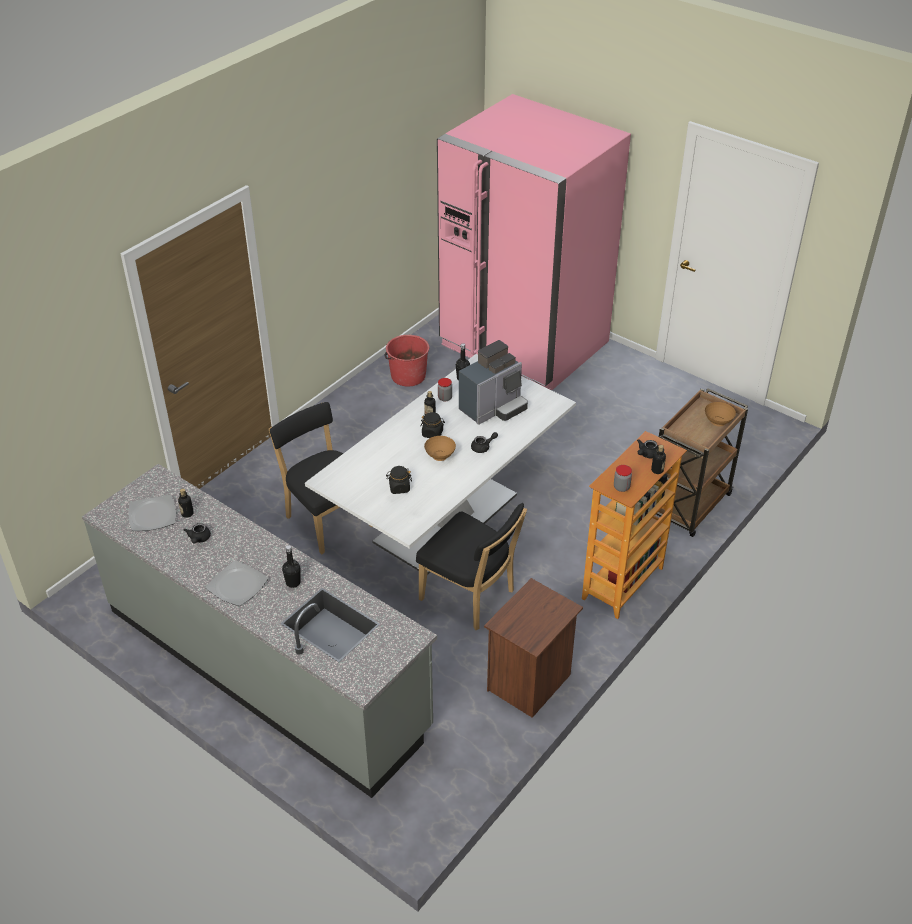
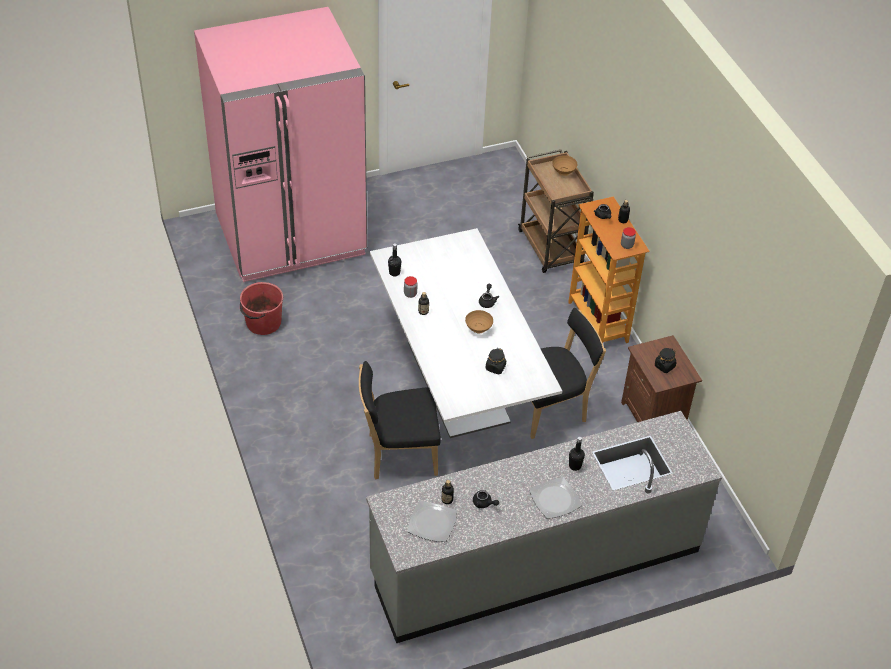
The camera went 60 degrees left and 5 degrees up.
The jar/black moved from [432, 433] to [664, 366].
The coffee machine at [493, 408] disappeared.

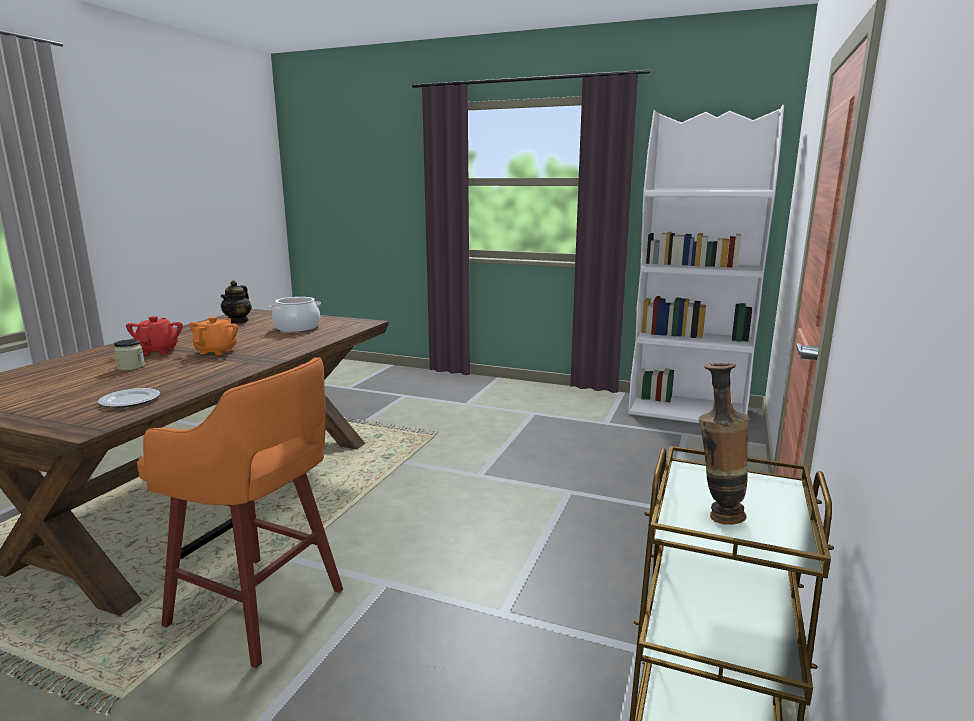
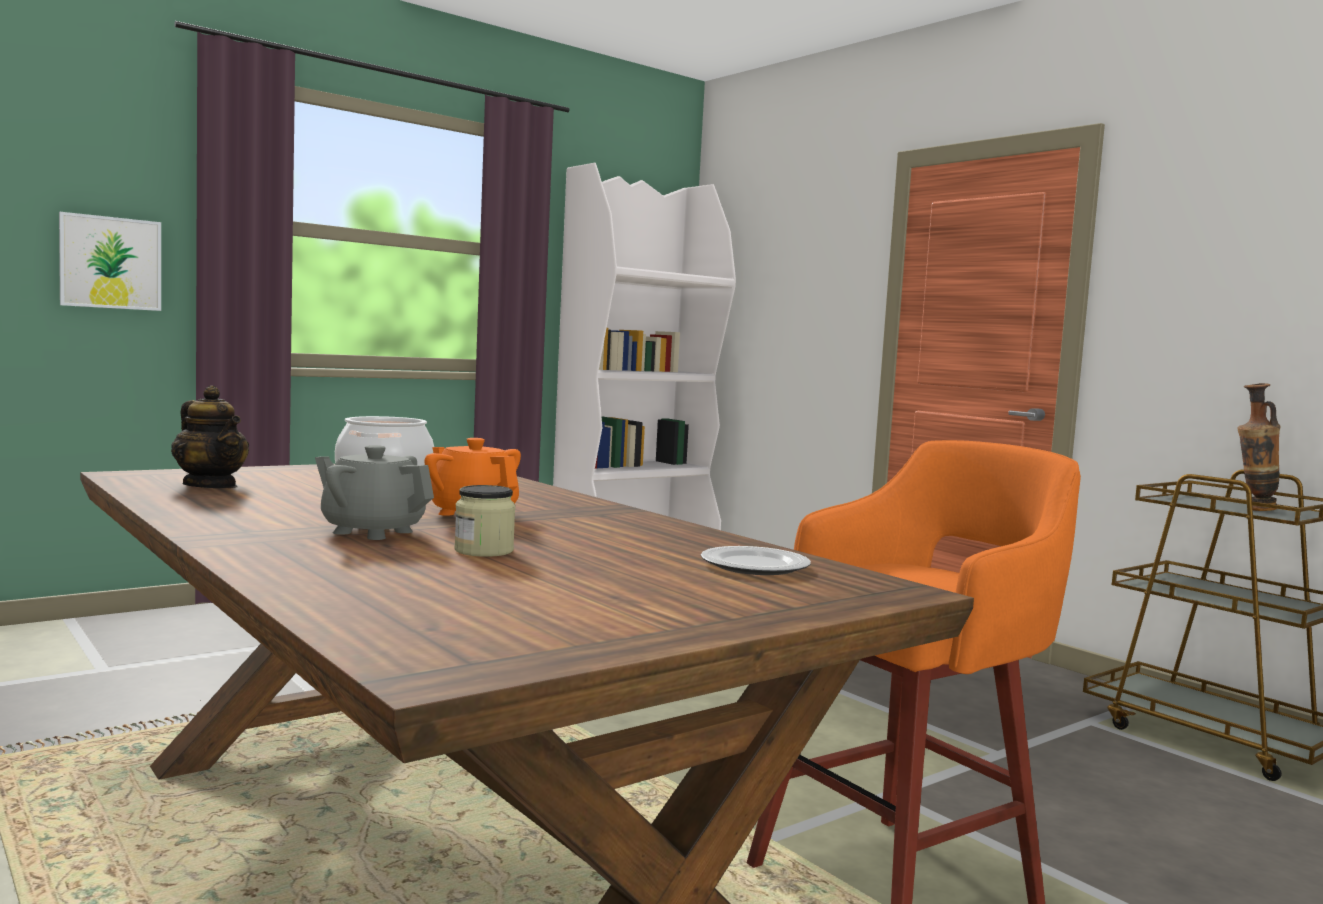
The camera went 60 degrees left and 10 degrees down.
The teapot/red at [158, 351] became the teapot/grey at [372, 532].
The picture at [111, 263] appeared.

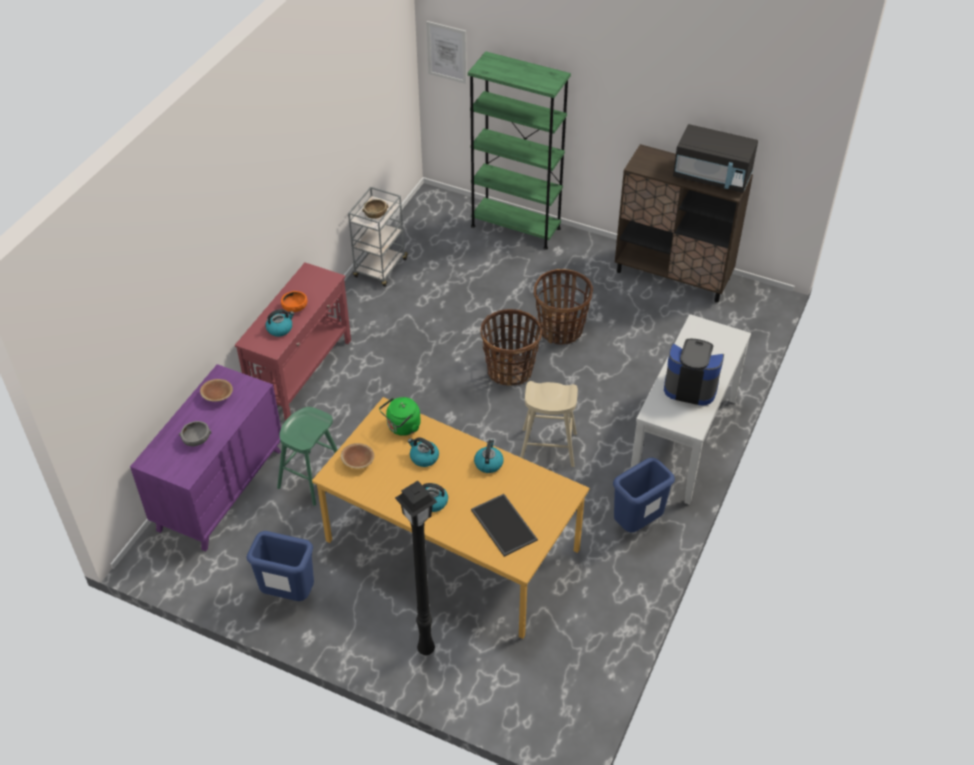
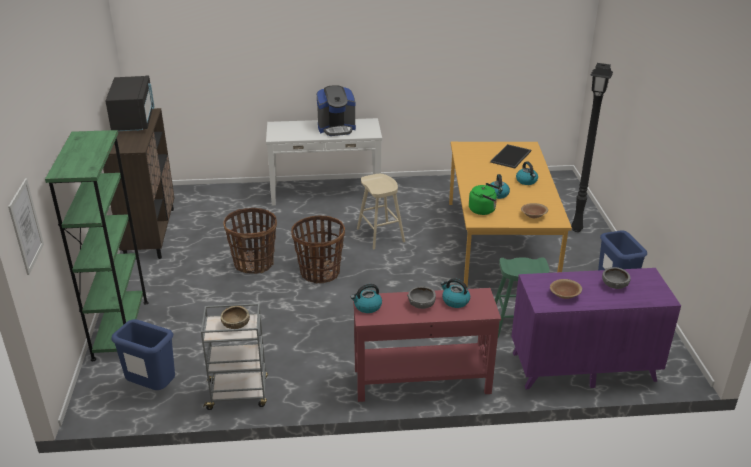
The camera went 120 degrees left and 15 degrees down.
The bowl/orange at [295, 307] became the bowl/grey at [421, 304].
The kettle moved from [488, 463] to [367, 306].
The trash can/blue moved from [637, 523] to [151, 388].
The coffee machine at [690, 386] turned 90 degrees counterclockwise.

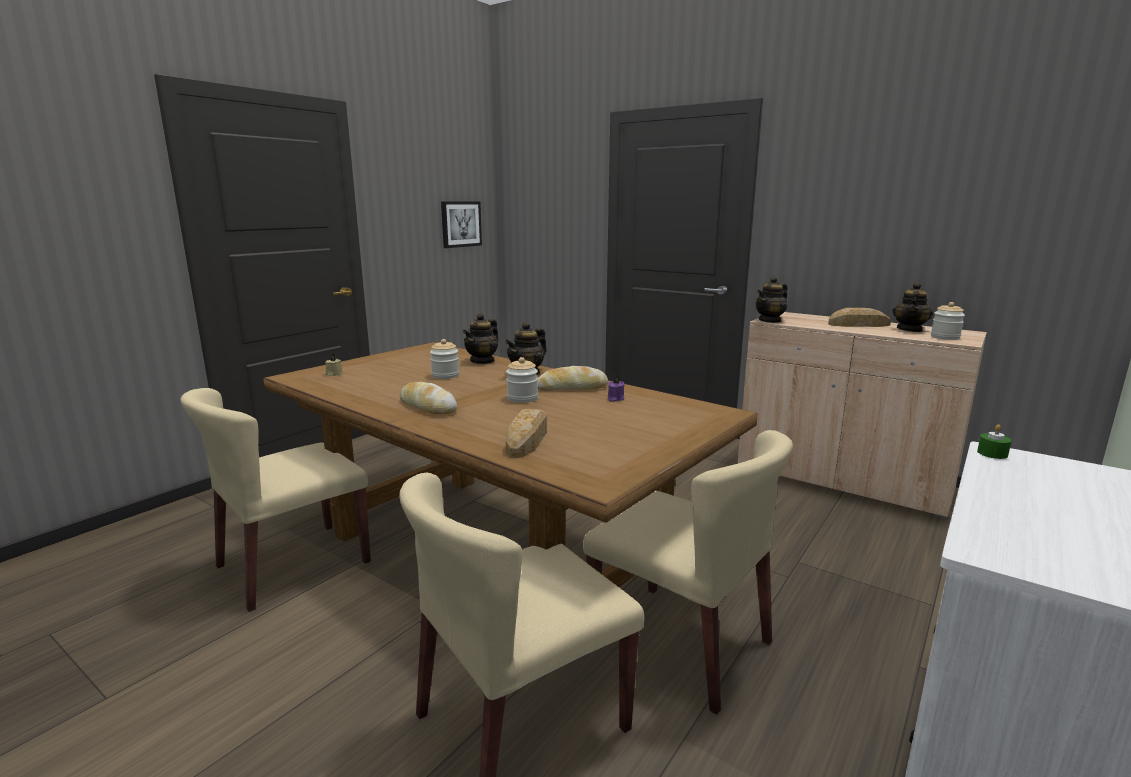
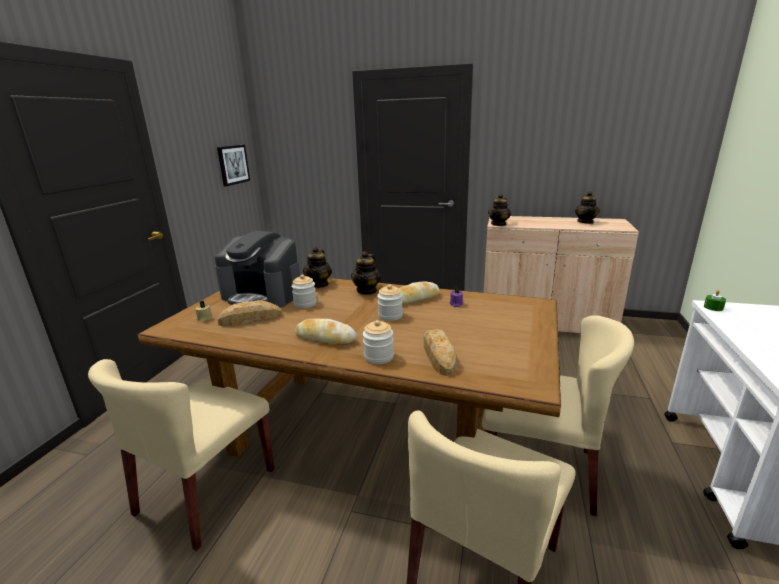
The camera went 20 degrees left and 5 degrees up.
The bread moved from [858, 325] to [250, 319].
The jar moved from [945, 337] to [379, 357].
The coffee machine at [263, 295] appeared.

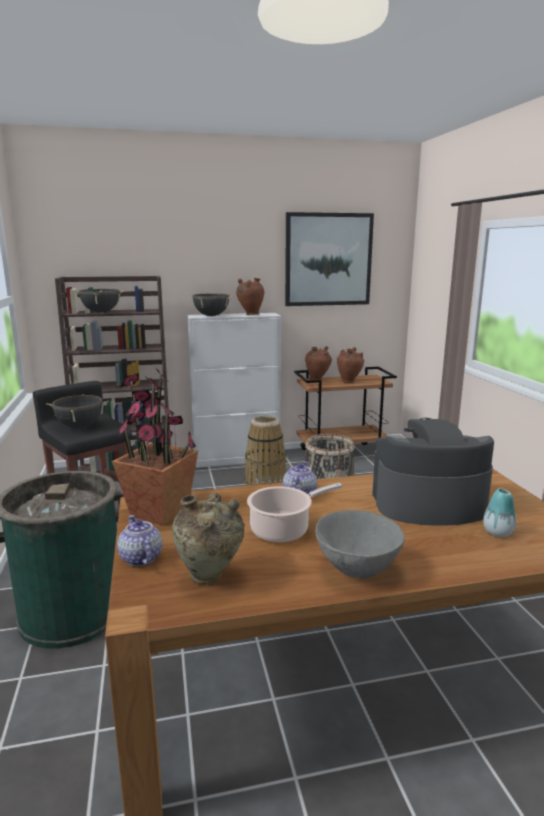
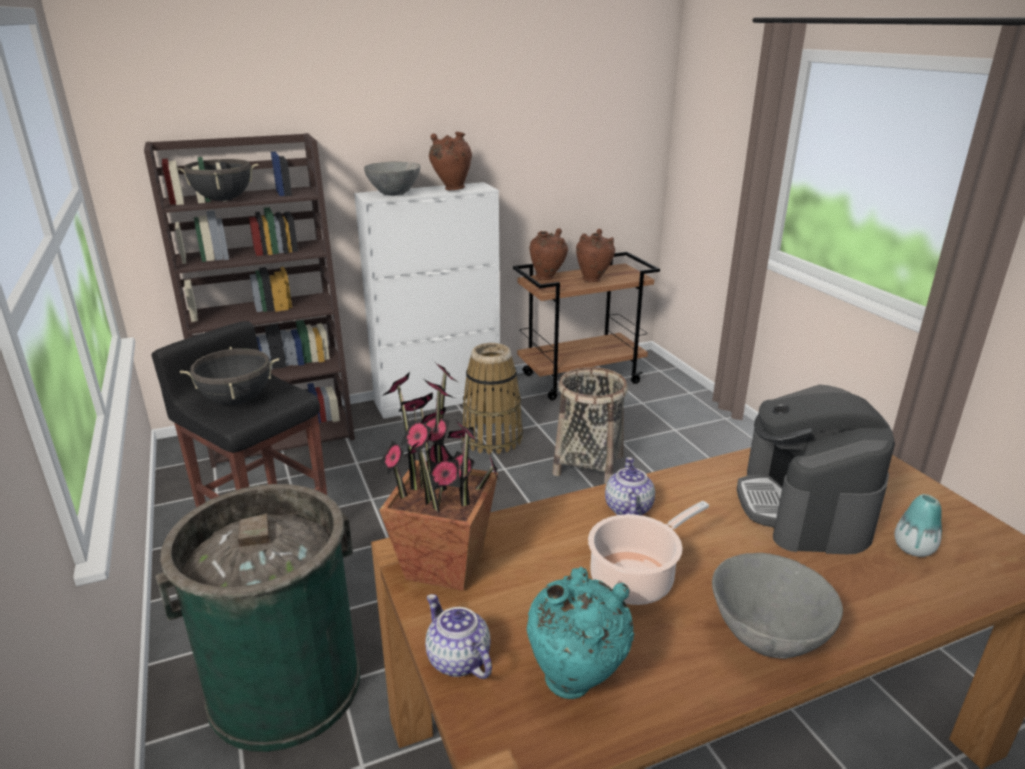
The camera went 10 degrees left and 10 degrees up.
The vase/beige at [210, 578] became the vase/turquoise at [576, 685].
The cooking pot/black at [211, 316] was replaced by the bowl/grey at [394, 194].
The picture at [328, 260] disappeared.
The coffee machine at [427, 504] turned 75 degrees counterclockwise.

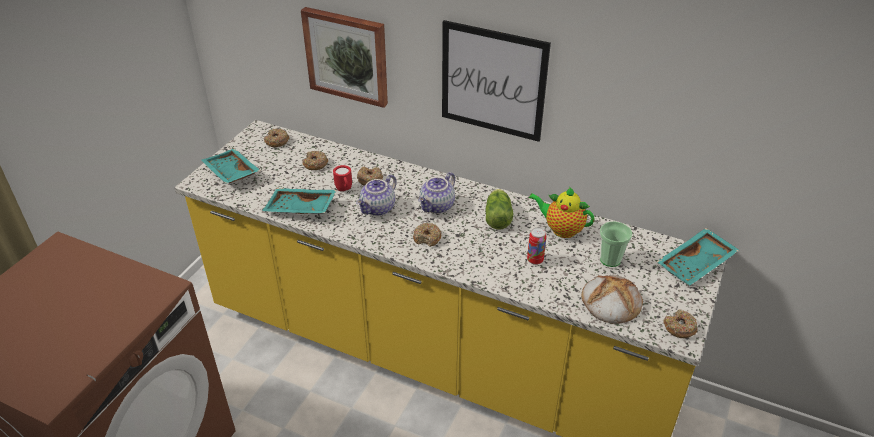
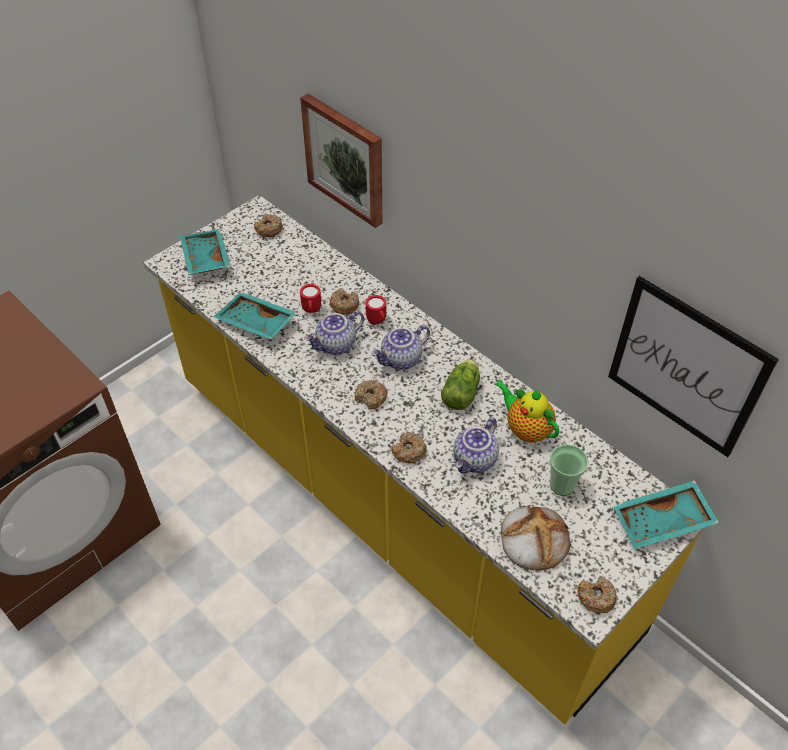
The camera went 20 degrees right and 10 degrees up.
The donut moved from [315, 164] to [408, 451].
The picture moved from [493, 81] to [686, 367].
The can at [535, 260] was replaced by the teapot at [475, 460].
The mug/red at [377, 322] appeared.

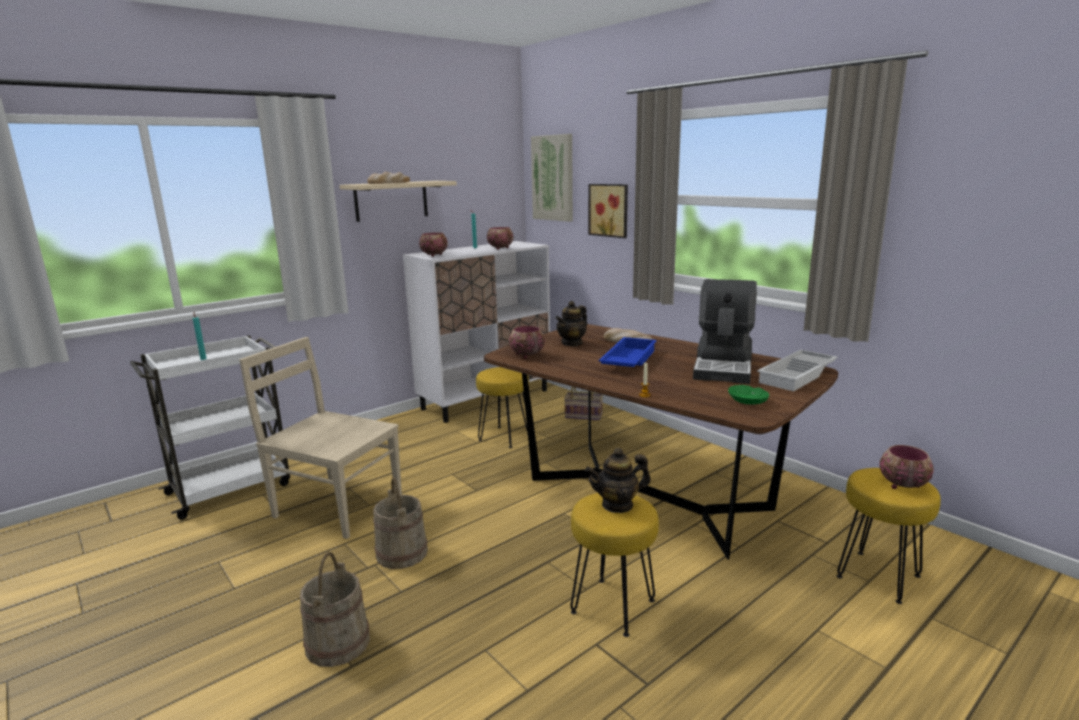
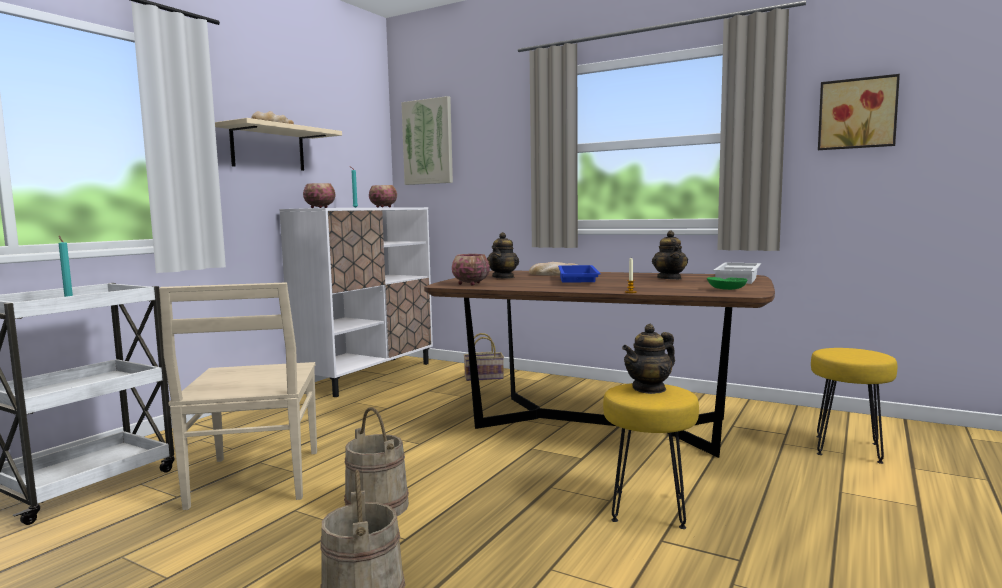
The camera went 20 degrees left and 10 degrees down.
The chair/beige at [336, 506] turned 105 degrees counterclockwise.
The stool/yellow at [504, 436] disappeared.
The picture moved from [610, 210] to [857, 114].
The coffee machine at [724, 367] was replaced by the teapot at [669, 278].
The bowl at [901, 484] disappeared.

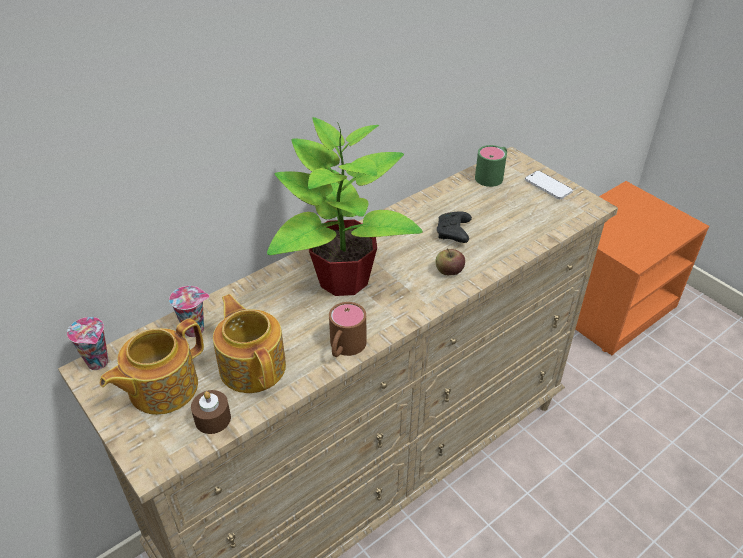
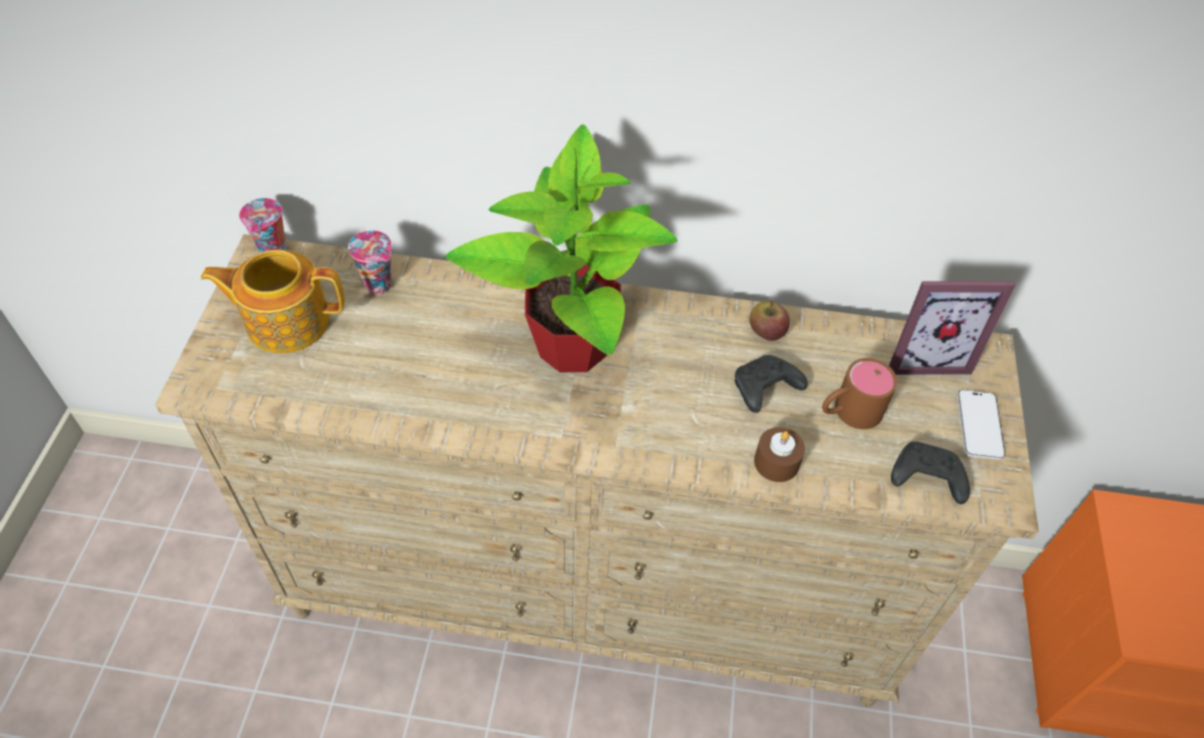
The camera went 45 degrees right and 10 degrees up.
The candle/brown moved from [212, 419] to [776, 462].
The teapot at [253, 366] disappeared.
The mug/brown moved from [344, 348] to [848, 412].
The apple moved from [449, 271] to [766, 332].
The mug/green at [492, 175] was replaced by the picture frame at [924, 355].
The game controller/black at [925, 478] appeared.

